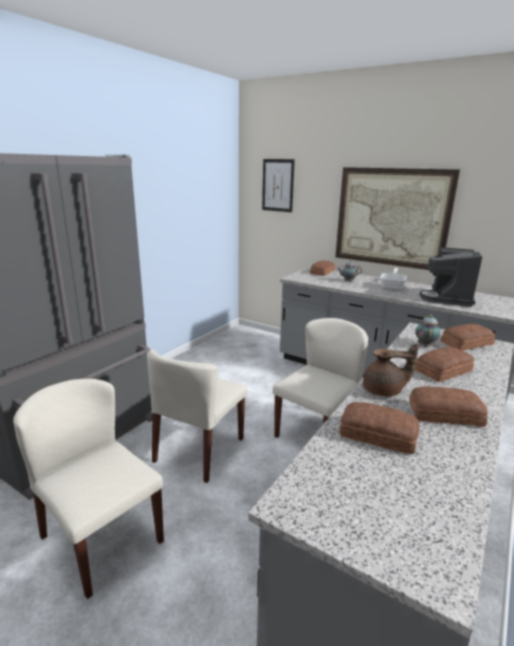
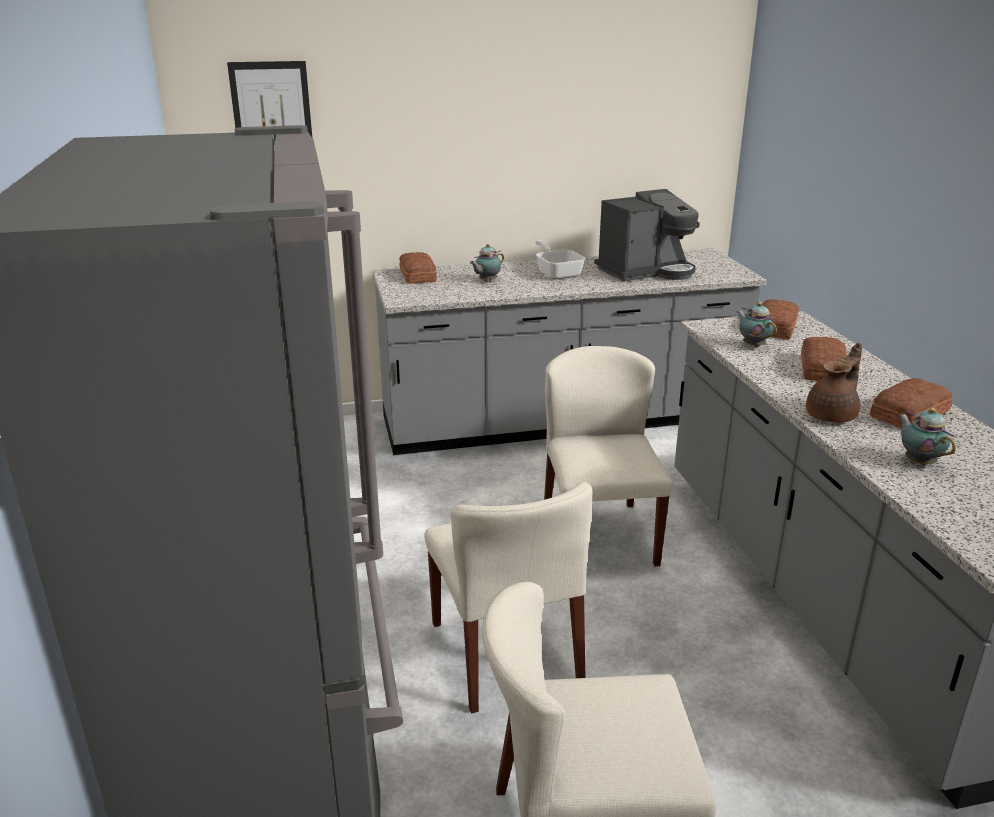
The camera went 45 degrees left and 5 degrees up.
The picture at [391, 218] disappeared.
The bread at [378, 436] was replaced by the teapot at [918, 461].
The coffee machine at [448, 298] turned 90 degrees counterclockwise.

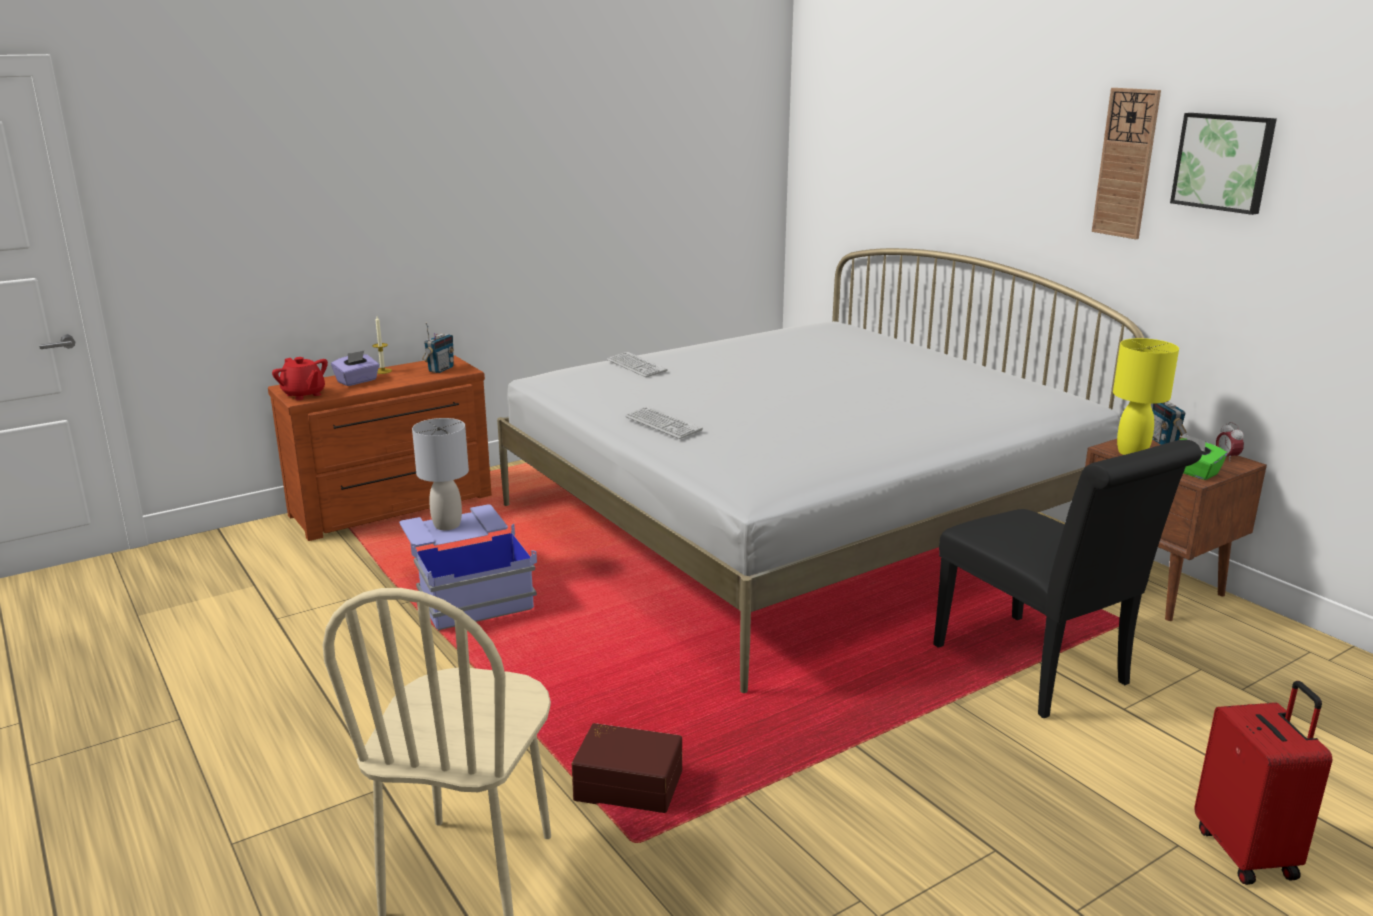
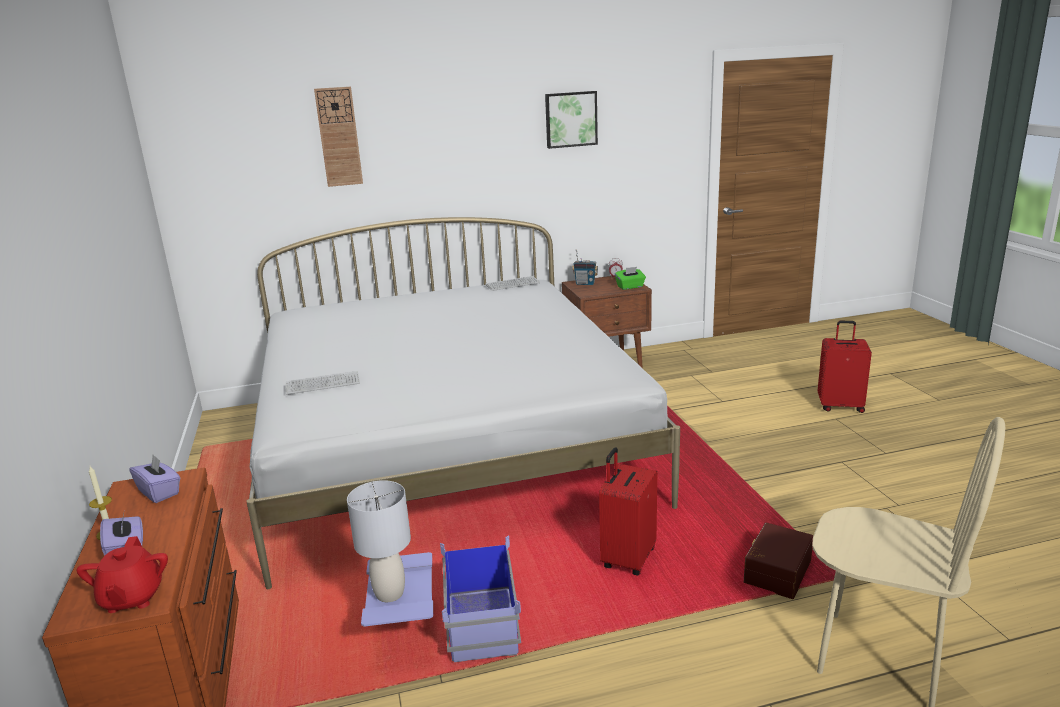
The camera went 70 degrees left and 0 degrees up.
The teapot/red at [303, 395] turned 105 degrees clockwise.
The radio at [440, 369] was replaced by the tissue box/purple at [159, 492].
The keyboard moved from [663, 424] to [512, 284].
The chair/black at [1039, 671] disappeared.
The wall clock moved from [1126, 163] to [339, 137].
The table lamp/yellow at [1132, 452] disappeared.
The suitcase/red at [627, 558] appeared.

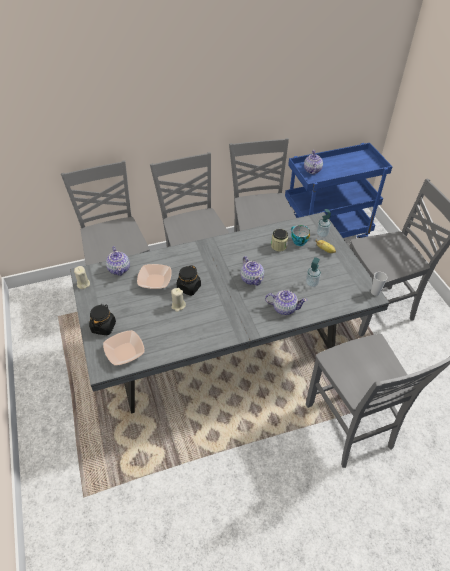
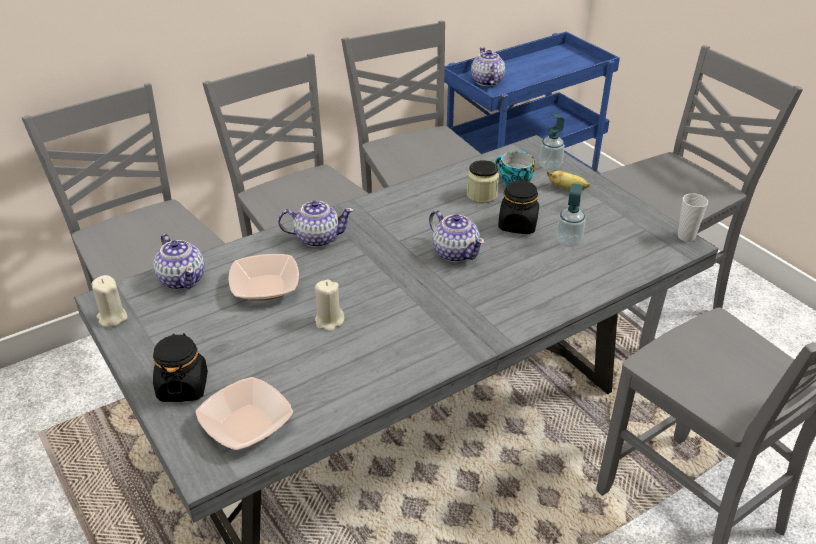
The camera went 15 degrees left and 10 degrees down.
The jar/black moved from [189, 288] to [517, 225].
The teapot moved from [284, 308] to [317, 238].

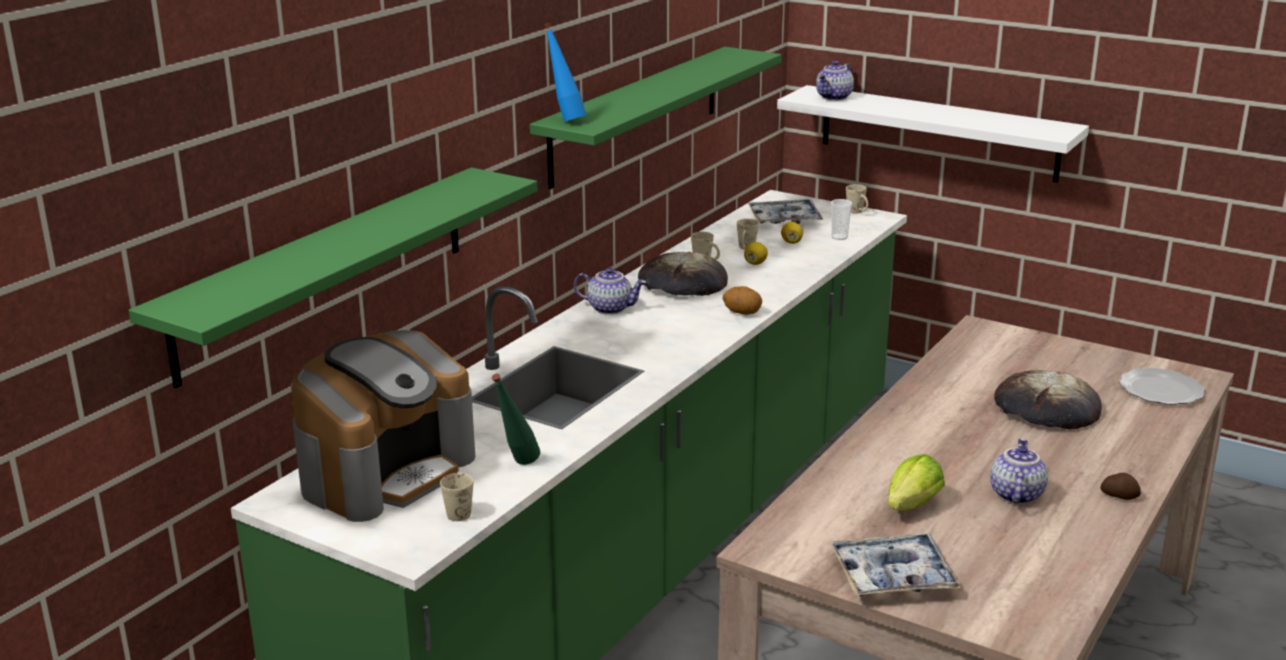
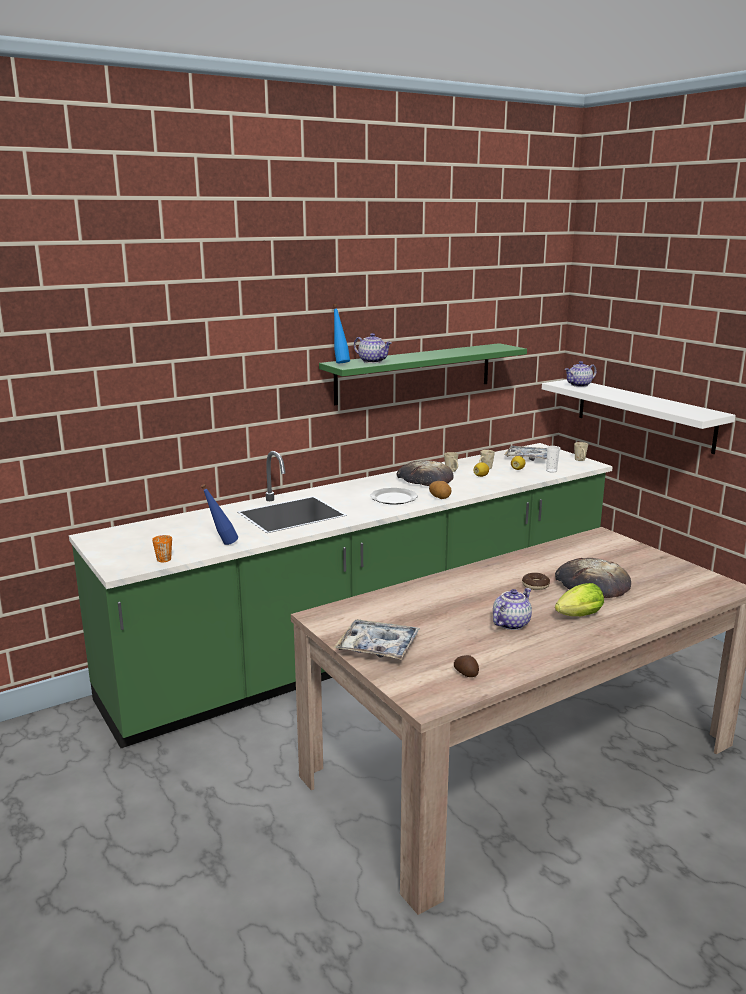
The camera went 25 degrees right and 5 degrees down.
The shelf/green at [326, 271] disappeared.
The coffee machine at [386, 472] disappeared.
The mug/beige at [456, 511] became the mug/orange at [165, 557].
The bottle/green at [517, 465] became the bottle/blue at [221, 544].
The teapot moved from [610, 308] to [373, 361].
The lettuce moved from [910, 508] to [576, 617].
The potato moved from [1119, 495] to [466, 673].
The plate moved from [1159, 390] to [393, 498].
The donut at [535, 585] appeared.

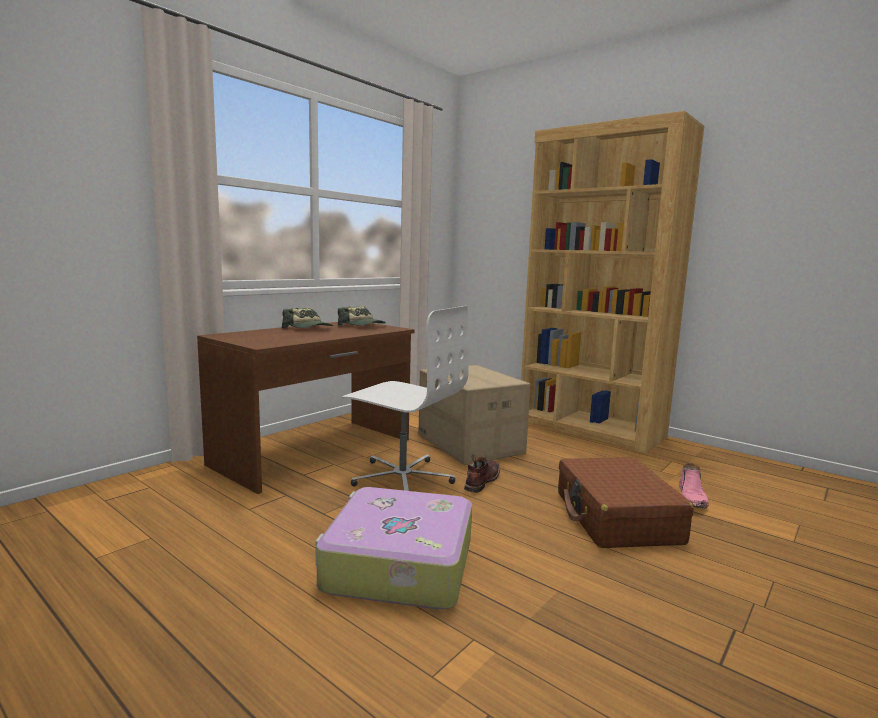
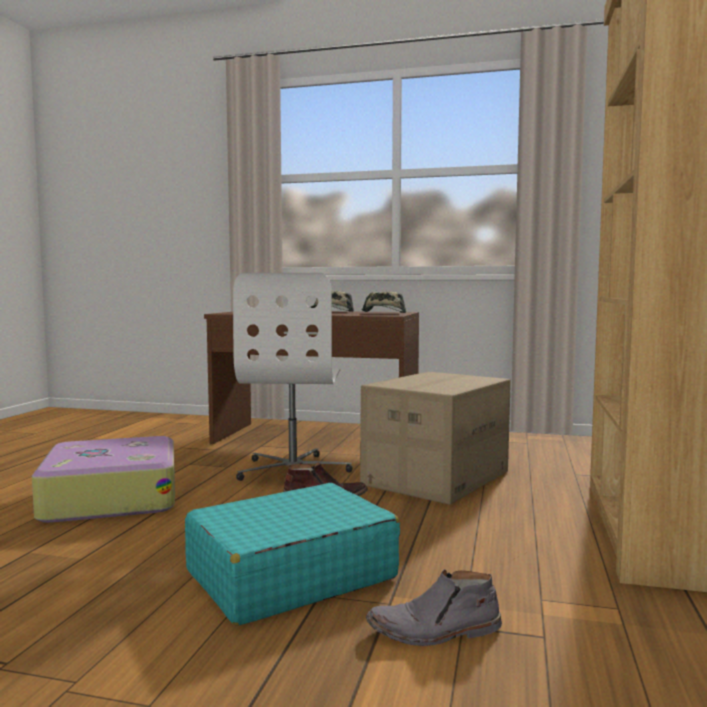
The camera went 65 degrees right and 5 degrees down.
The suitcase/brown at [616, 518] became the suitcase/turquoise at [289, 574].
The boot/pink at [692, 499] became the boot/grey at [435, 631].

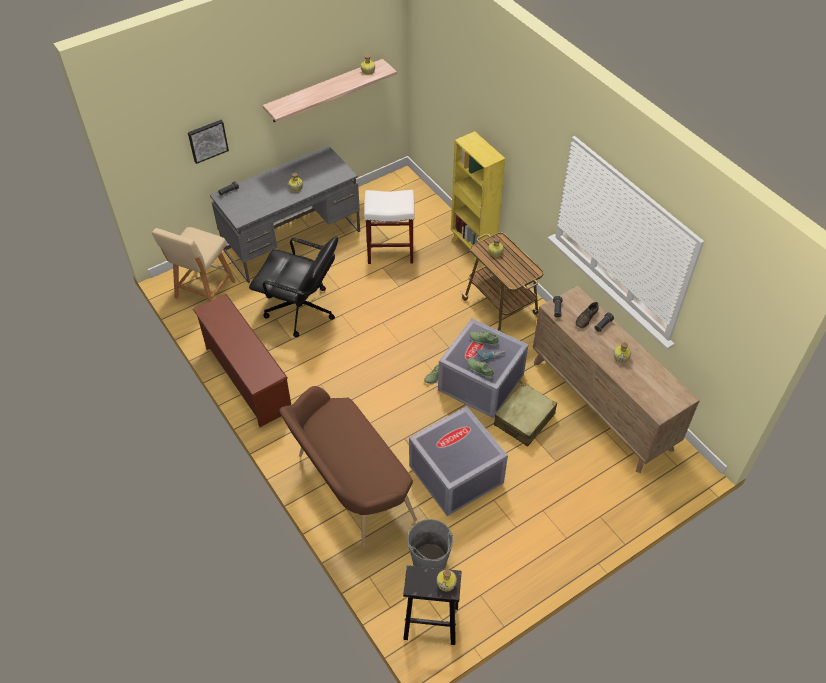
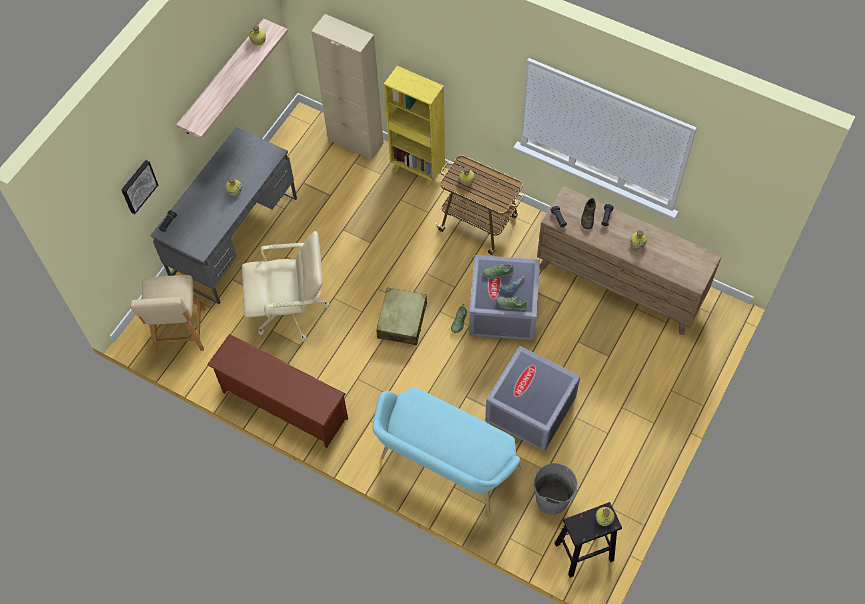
The camera went 25 degrees left and 10 degrees up.
The office chair/black at [301, 311] became the office chair/beige at [291, 311].
The bench/brown at [349, 488] became the bench/turquoise at [445, 467].
The stool/white at [391, 251] disappeared.
The suitcase/beige moved from [524, 420] to [402, 321].
The cabinet/beige at [355, 141] appeared.

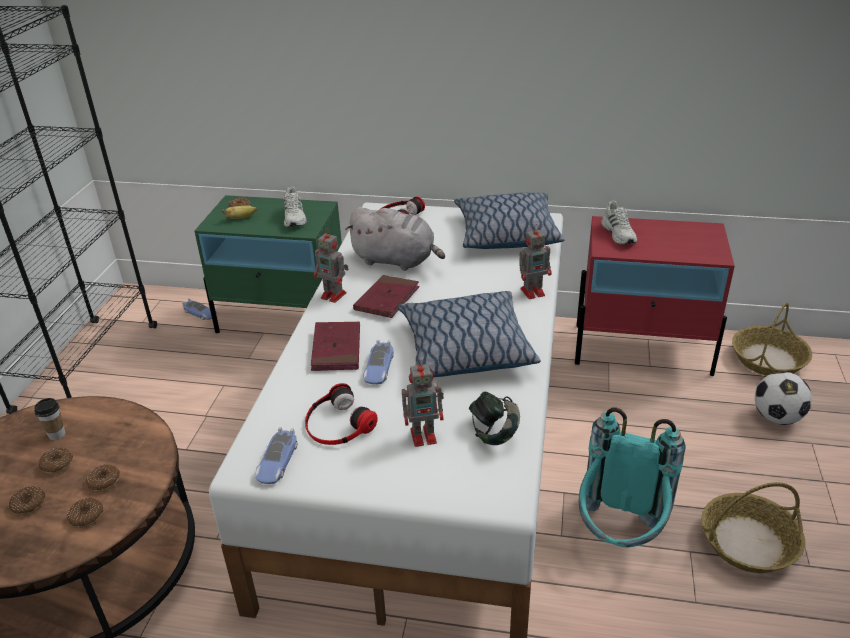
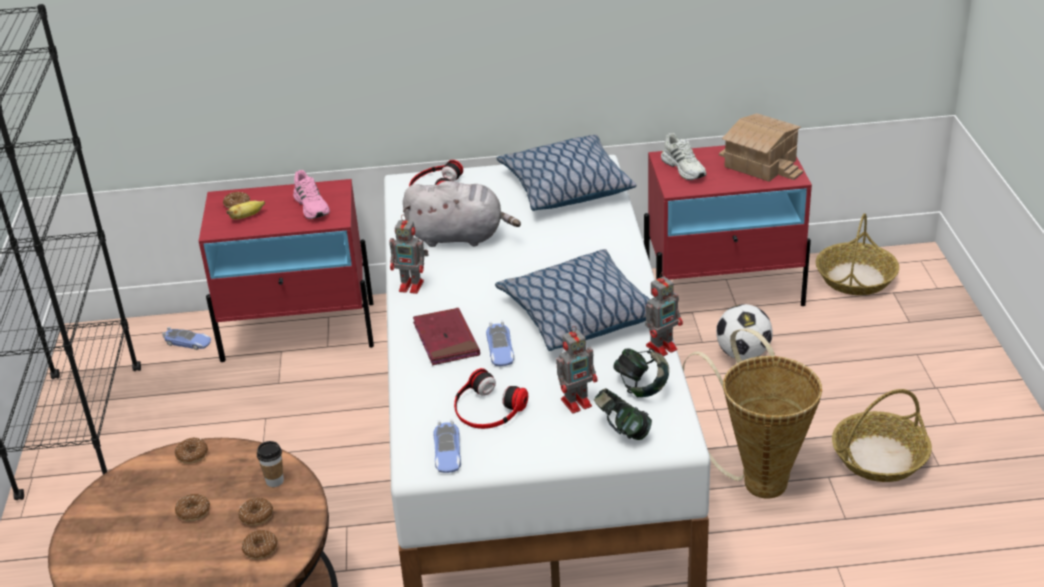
The camera went 15 degrees left and 0 degrees up.
The donut moved from [29, 504] to [192, 455].
The cup moved from [57, 434] to [275, 481].
The nightstand/green at [284, 320] became the nightstand/red at [299, 331].
The shoe/white at [295, 217] became the shoe/pink at [312, 206].
The book/red at [387, 299] disappeared.
The toy robot moved from [533, 292] to [662, 346].
The backpack/turquoise at [619, 536] was replaced by the basket at [757, 478].
The football moved from [777, 417] to [743, 354].
The headphones at [622, 430] appeared.
The toy house at [759, 164] appeared.

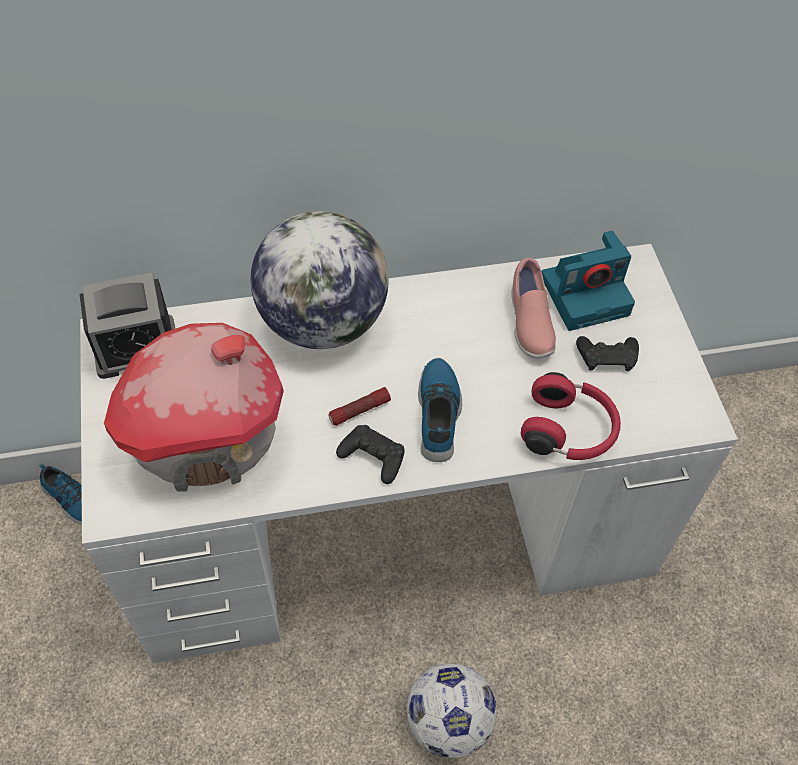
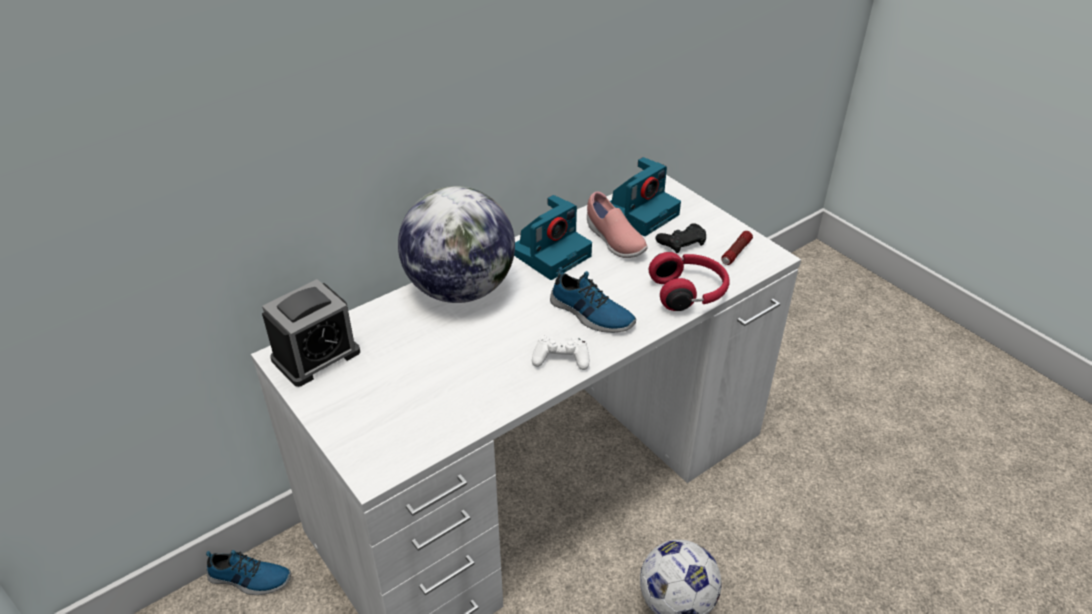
The camera went 25 degrees left and 15 degrees down.
The toy house at [208, 438] disappeared.
The flashlight moved from [359, 411] to [736, 253].
The game controller/black at [372, 457] became the game controller/white at [561, 358].
The shoe at [440, 413] turned 150 degrees clockwise.
The photo camera at [551, 253] appeared.

